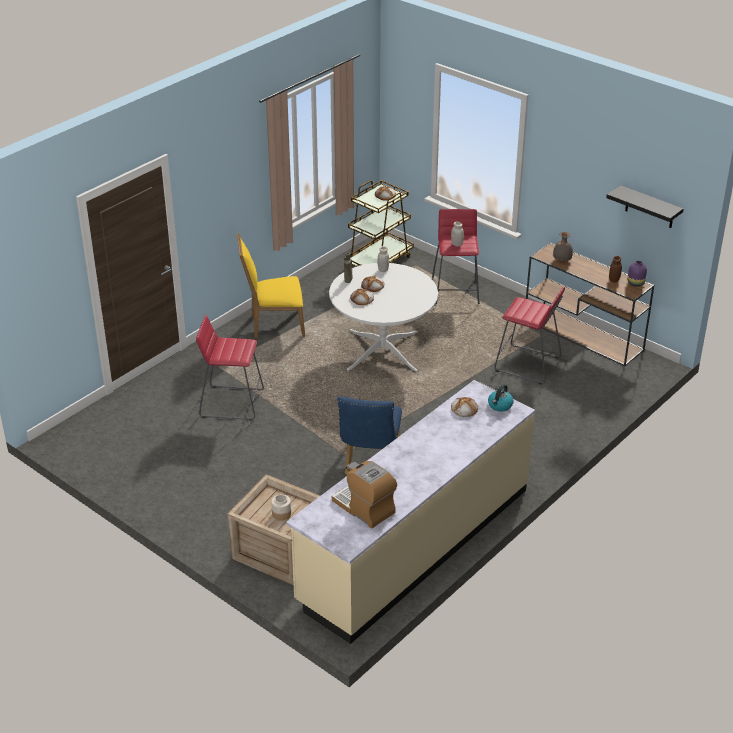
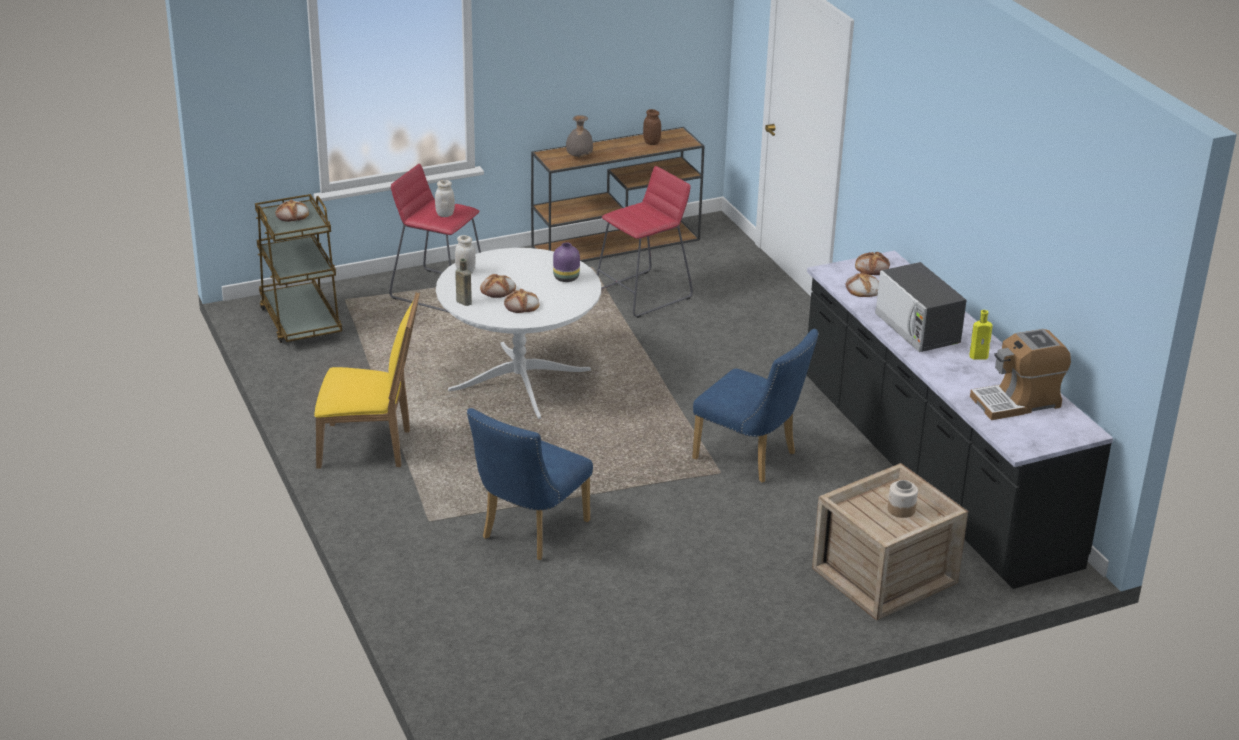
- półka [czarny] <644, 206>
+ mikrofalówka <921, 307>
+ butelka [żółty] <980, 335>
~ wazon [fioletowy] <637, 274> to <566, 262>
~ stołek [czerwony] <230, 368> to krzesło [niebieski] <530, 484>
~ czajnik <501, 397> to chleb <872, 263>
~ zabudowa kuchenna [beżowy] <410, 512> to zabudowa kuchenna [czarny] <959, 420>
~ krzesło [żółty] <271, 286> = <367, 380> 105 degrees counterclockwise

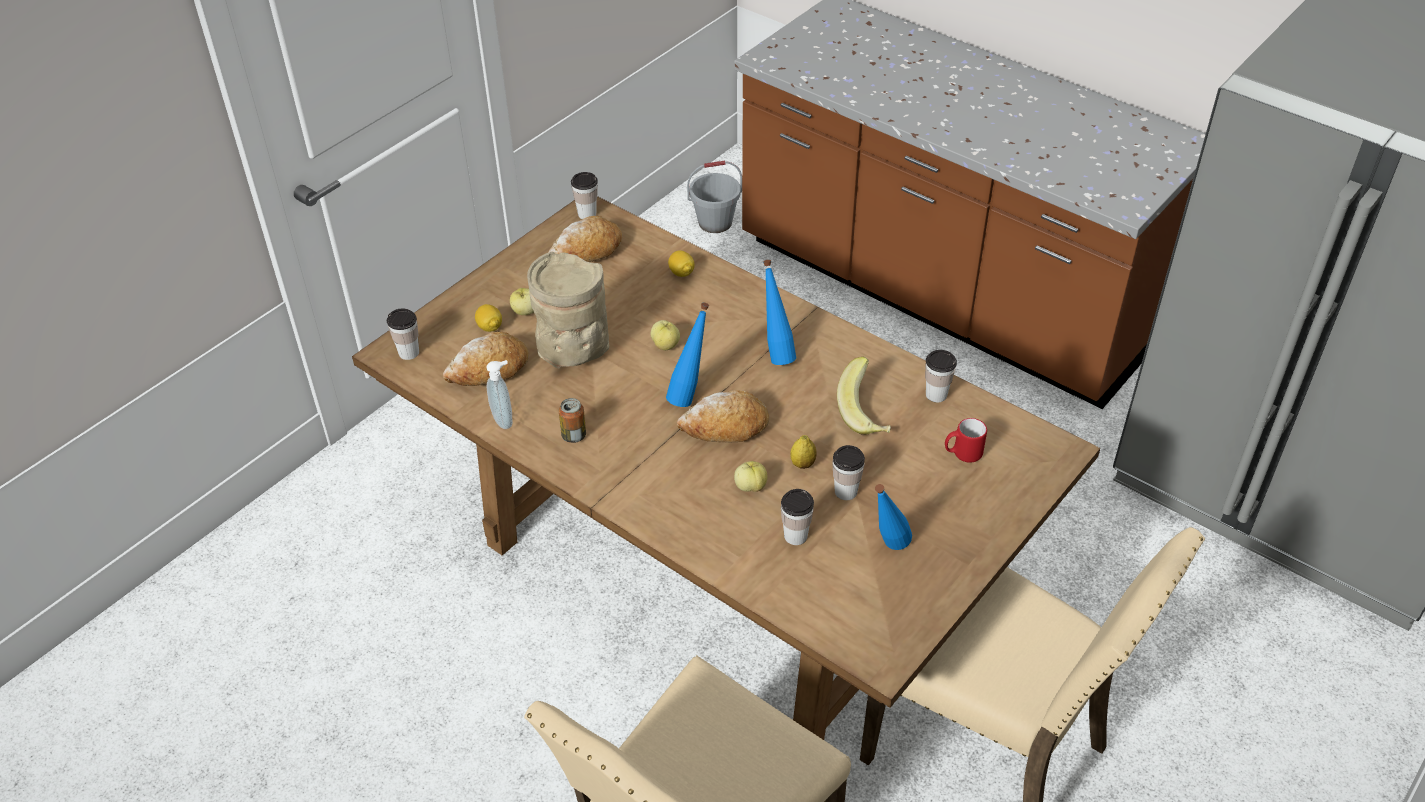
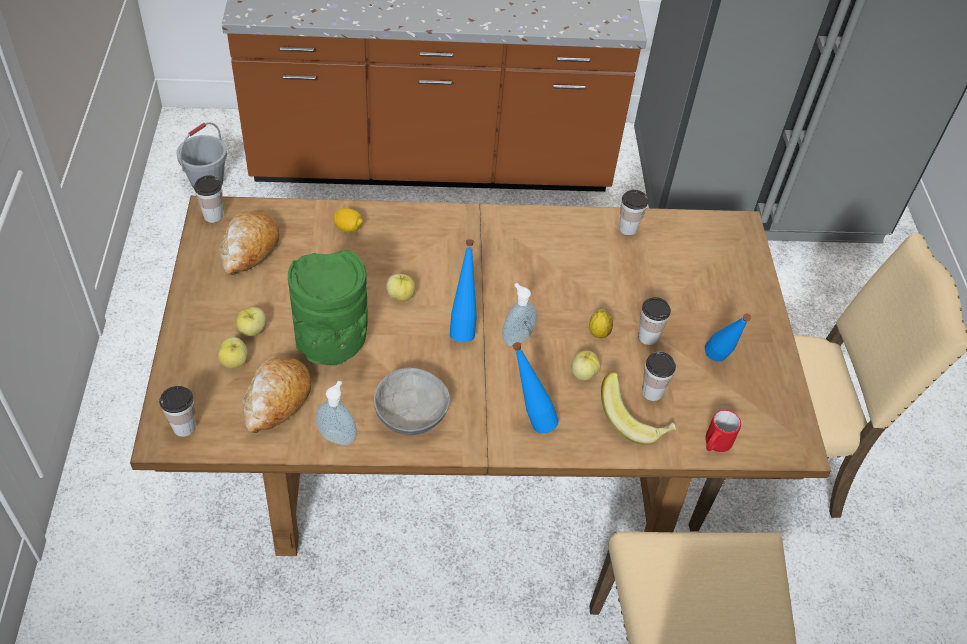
~ butelka [niebieski] <779, 312> to <536, 387>
~ banan <864, 396> to <638, 408>
~ kubek [czerwony] <966, 440> to <723, 431>
~ cytryna <488, 318> to jabłko <233, 353>
~ puszka <572, 420> to miska [szary] <412, 401>
~ chleb <723, 416> to dozownik mydła <519, 314>
~ wazon [beżowy] <568, 310> to wazon [zielony] <328, 307>

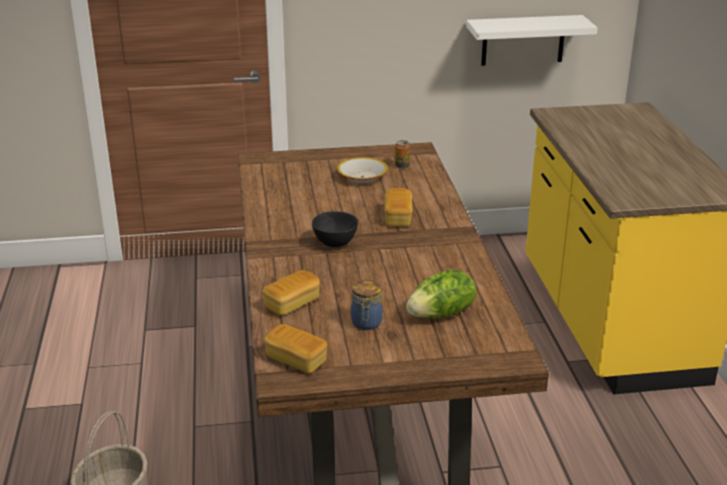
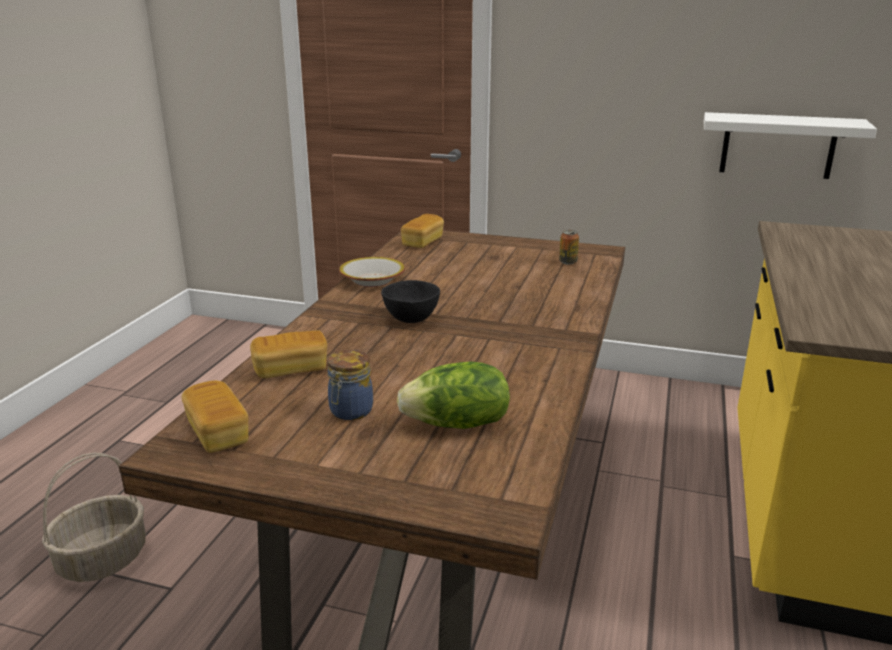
~ miska <362, 170> to <372, 272>
~ chleb <398, 207> to <422, 231>

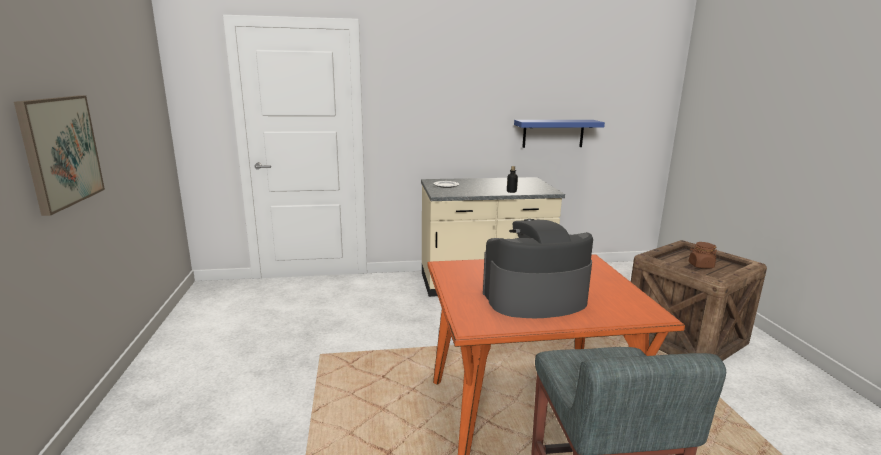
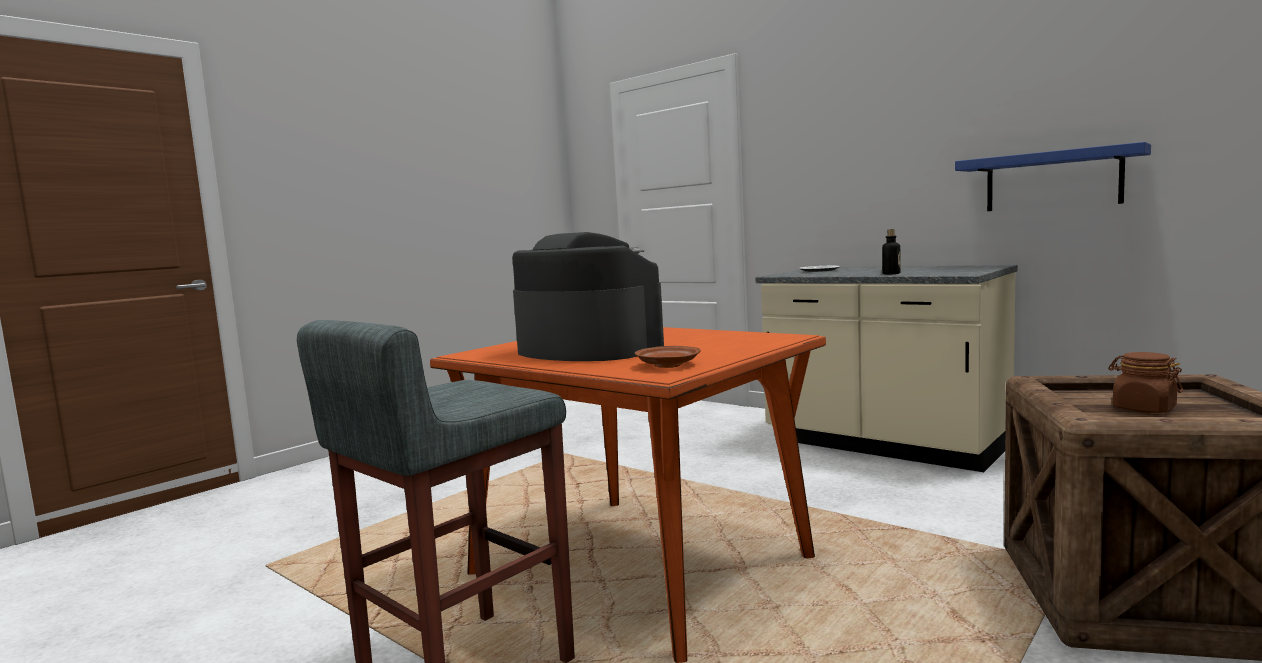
- obraz <59, 155>
+ talerz [brązowy] <668, 357>

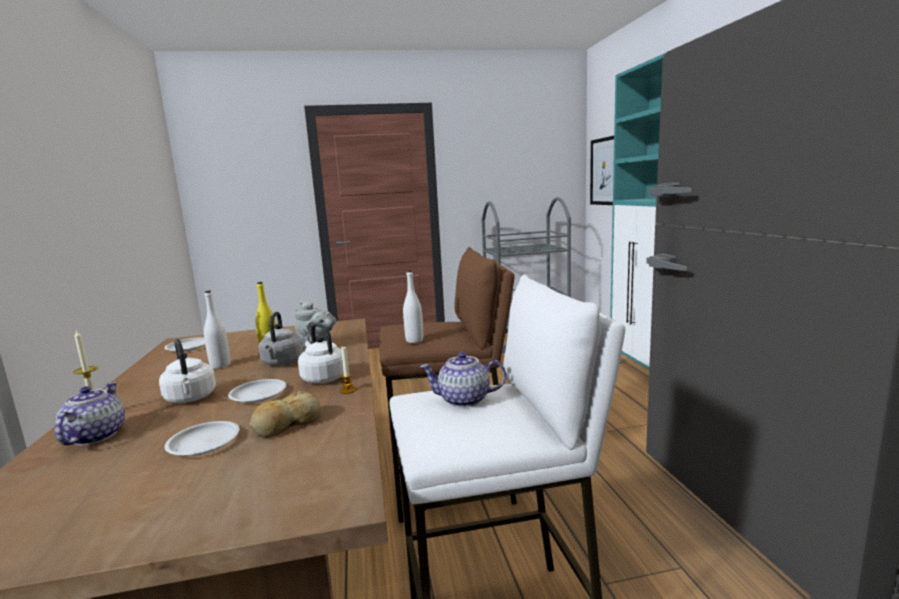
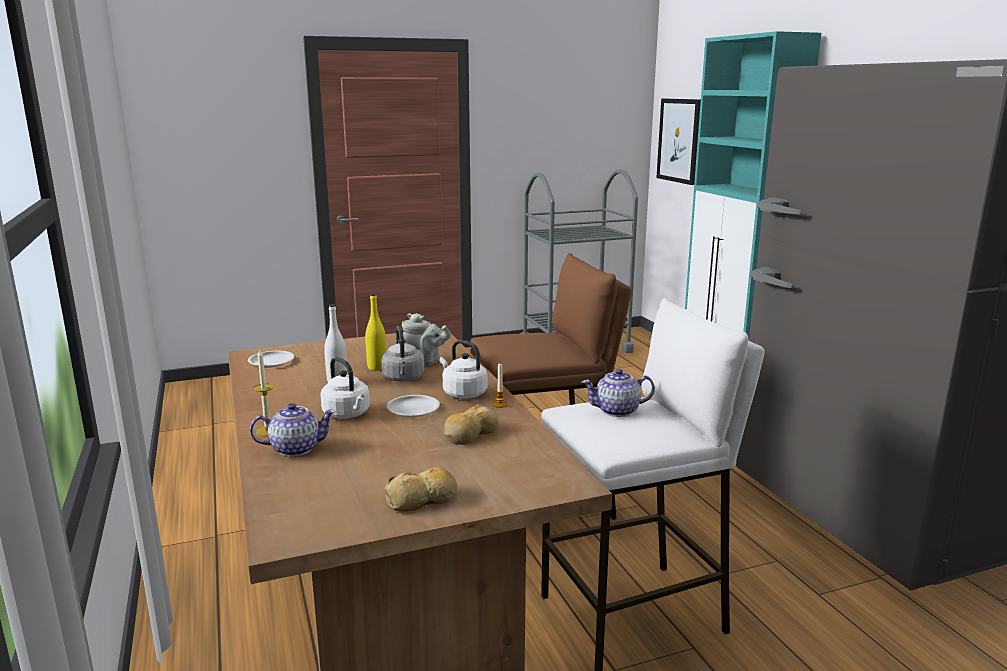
- talerz [biały] <202, 438>
- butelka [biały] <413, 306>
+ chleb <421, 489>
~ imbryk <90, 413> = <293, 429> 90 degrees clockwise

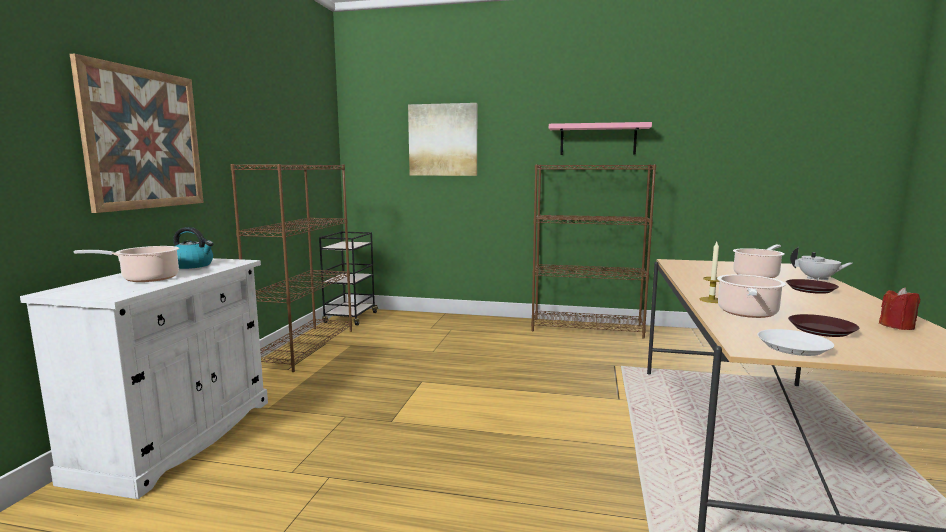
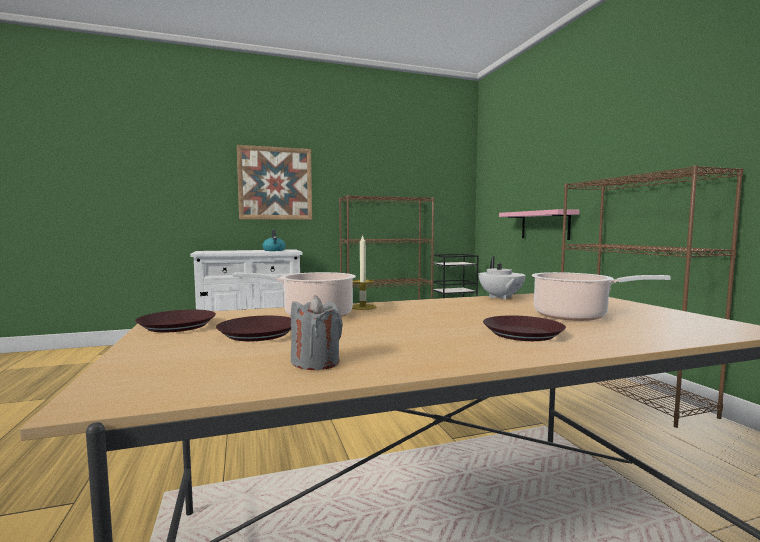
- garnek <126, 264>
- obraz <442, 139>
~ półka [różowy] <600, 138> to <539, 224>
~ imbryk [biały] <821, 264> to <502, 278>
~ talerz [biały] <795, 342> to talerz [brązowy] <175, 321>
~ świeca [czerwony] <899, 308> to świeca [szary] <317, 332>

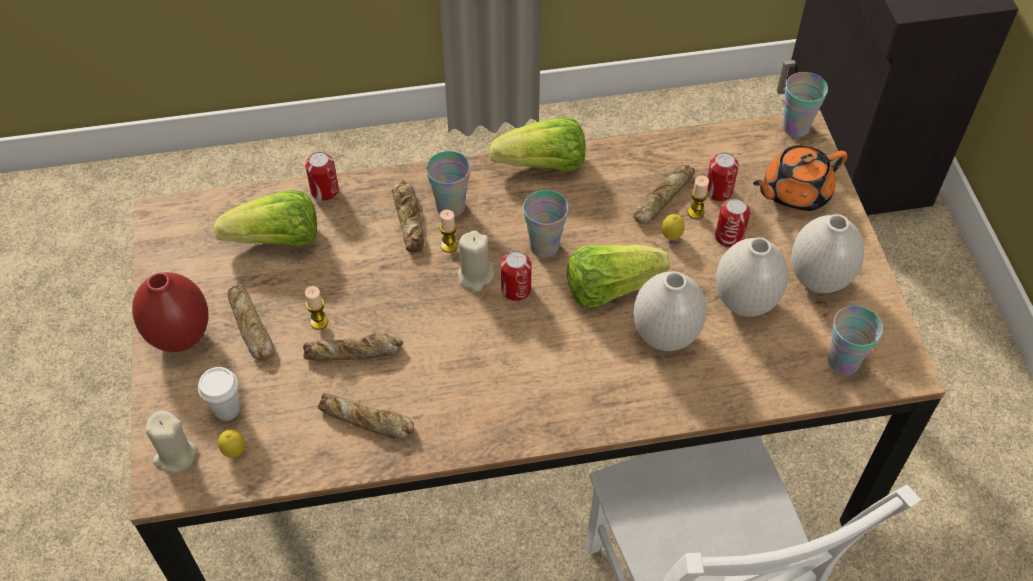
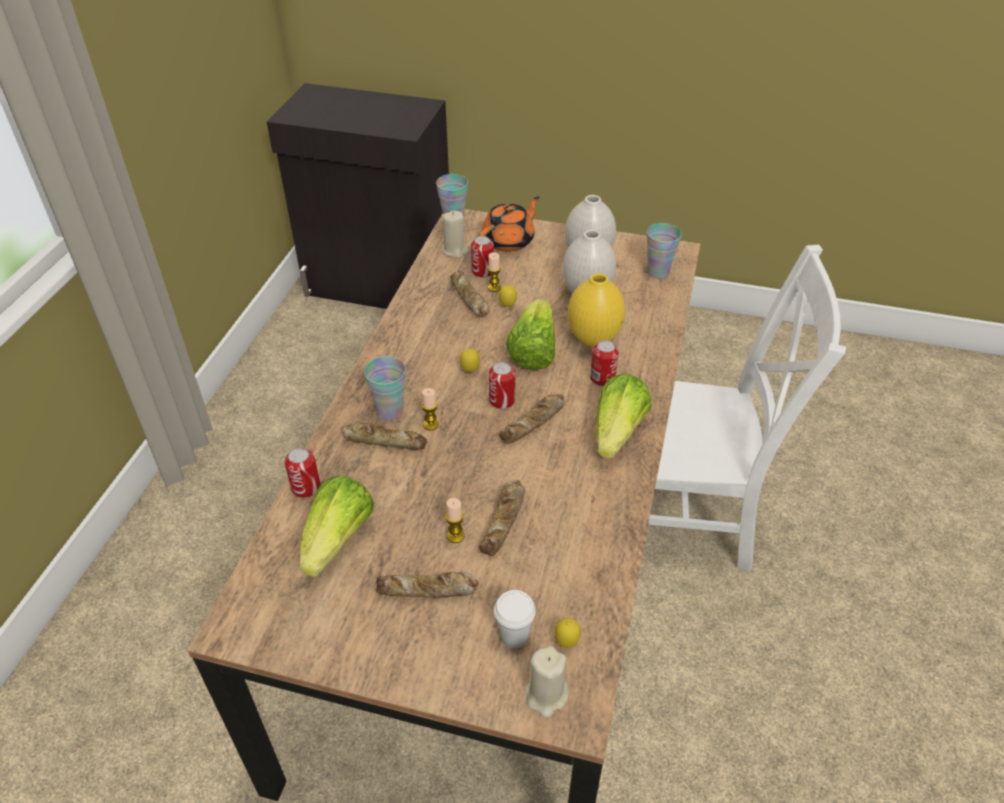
- wazon [czerwony] <170, 312>
~ chleb <366, 416> to <532, 418>
~ świeca [beżowy] <476, 261> to <455, 234>
~ sałata <537, 144> to <623, 416>
~ puszka <732, 223> to <604, 363>
~ filiżanka <545, 223> to cytryna <470, 360>
~ wazon [biały] <670, 311> to wazon [żółty] <596, 310>
~ imbryk [pomarańczowy] <800, 178> = <509, 224> 135 degrees counterclockwise

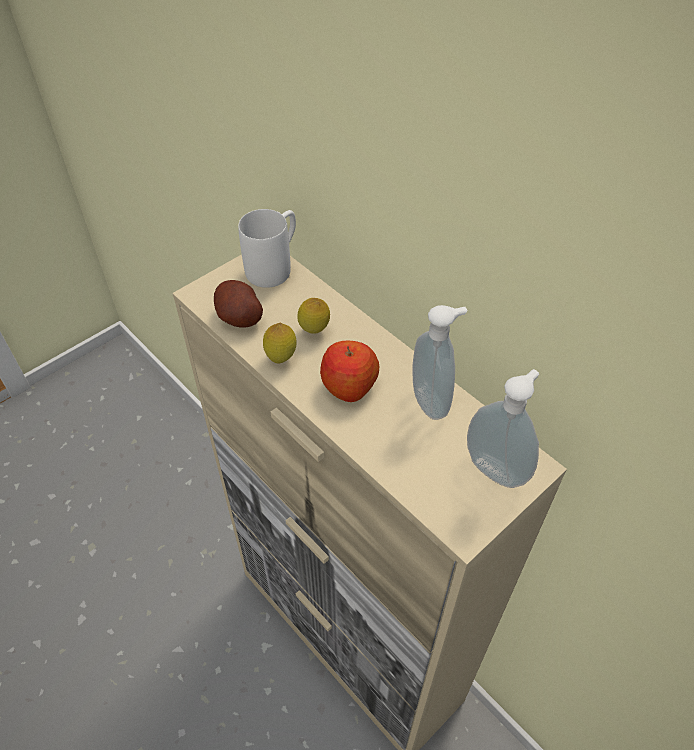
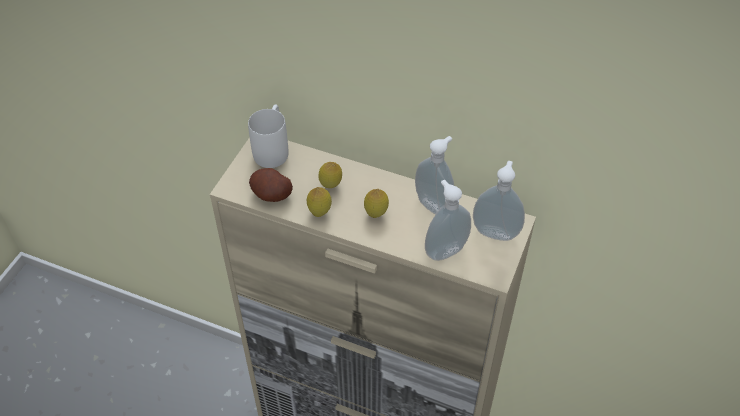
+ dozownik mydła <448, 220>
~ jabłko <349, 371> to cytryna <376, 203>

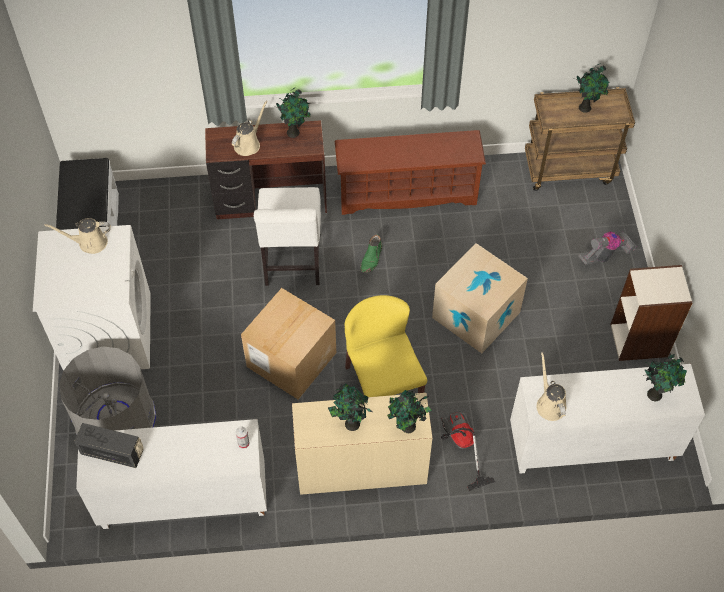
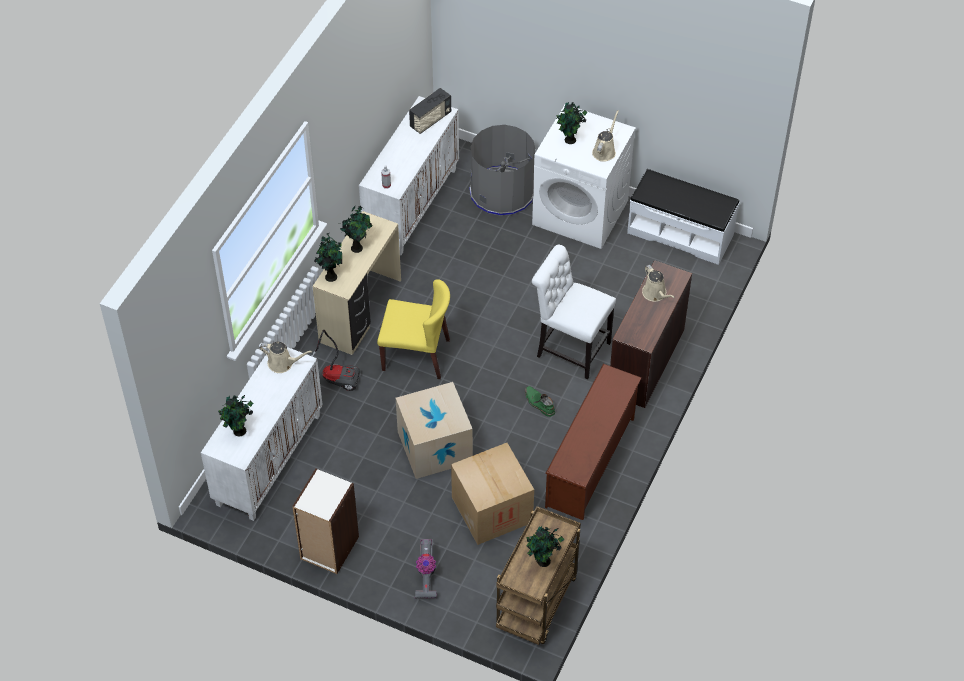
~ karton <288, 344> to <492, 494>
~ roślina doniczkowa <292, 112> to <571, 123>

